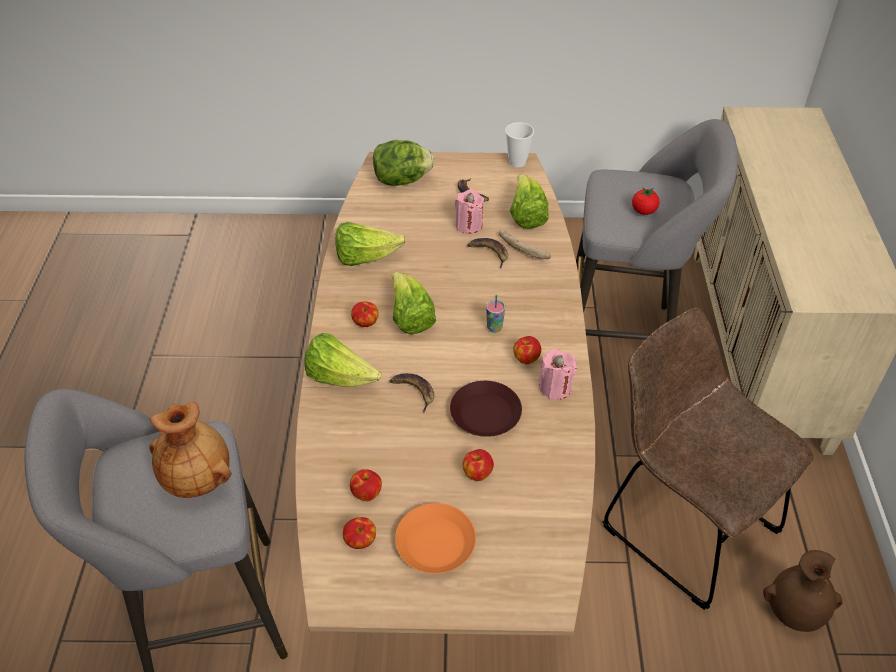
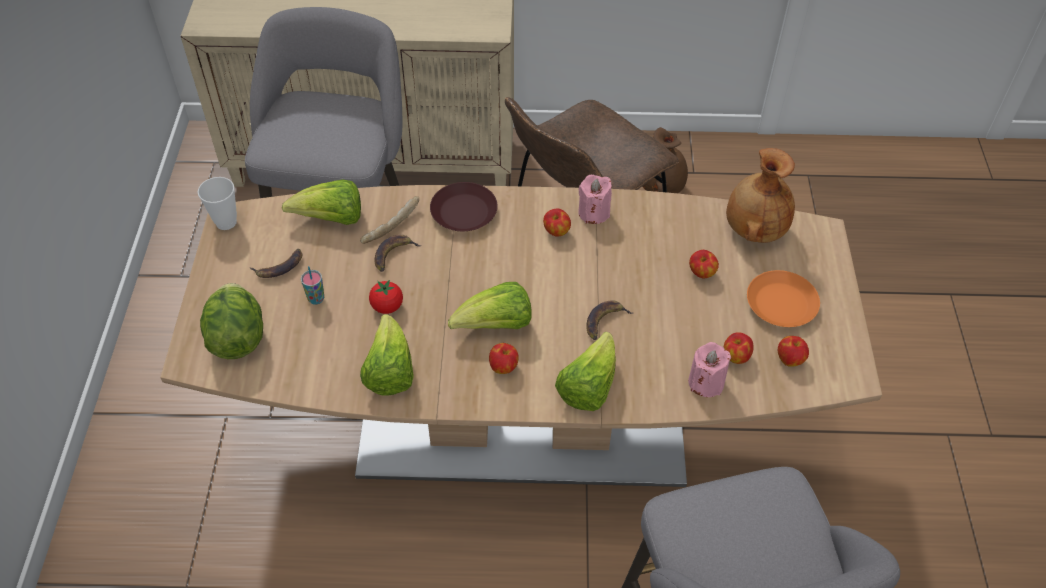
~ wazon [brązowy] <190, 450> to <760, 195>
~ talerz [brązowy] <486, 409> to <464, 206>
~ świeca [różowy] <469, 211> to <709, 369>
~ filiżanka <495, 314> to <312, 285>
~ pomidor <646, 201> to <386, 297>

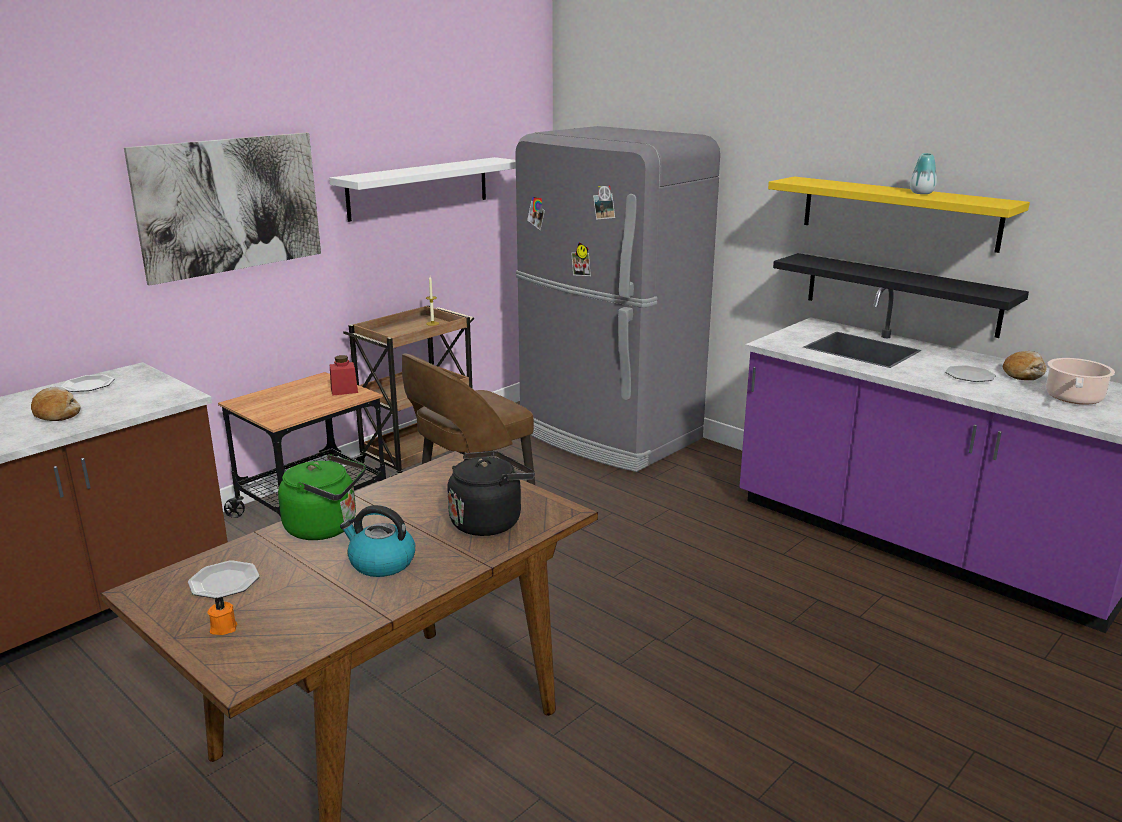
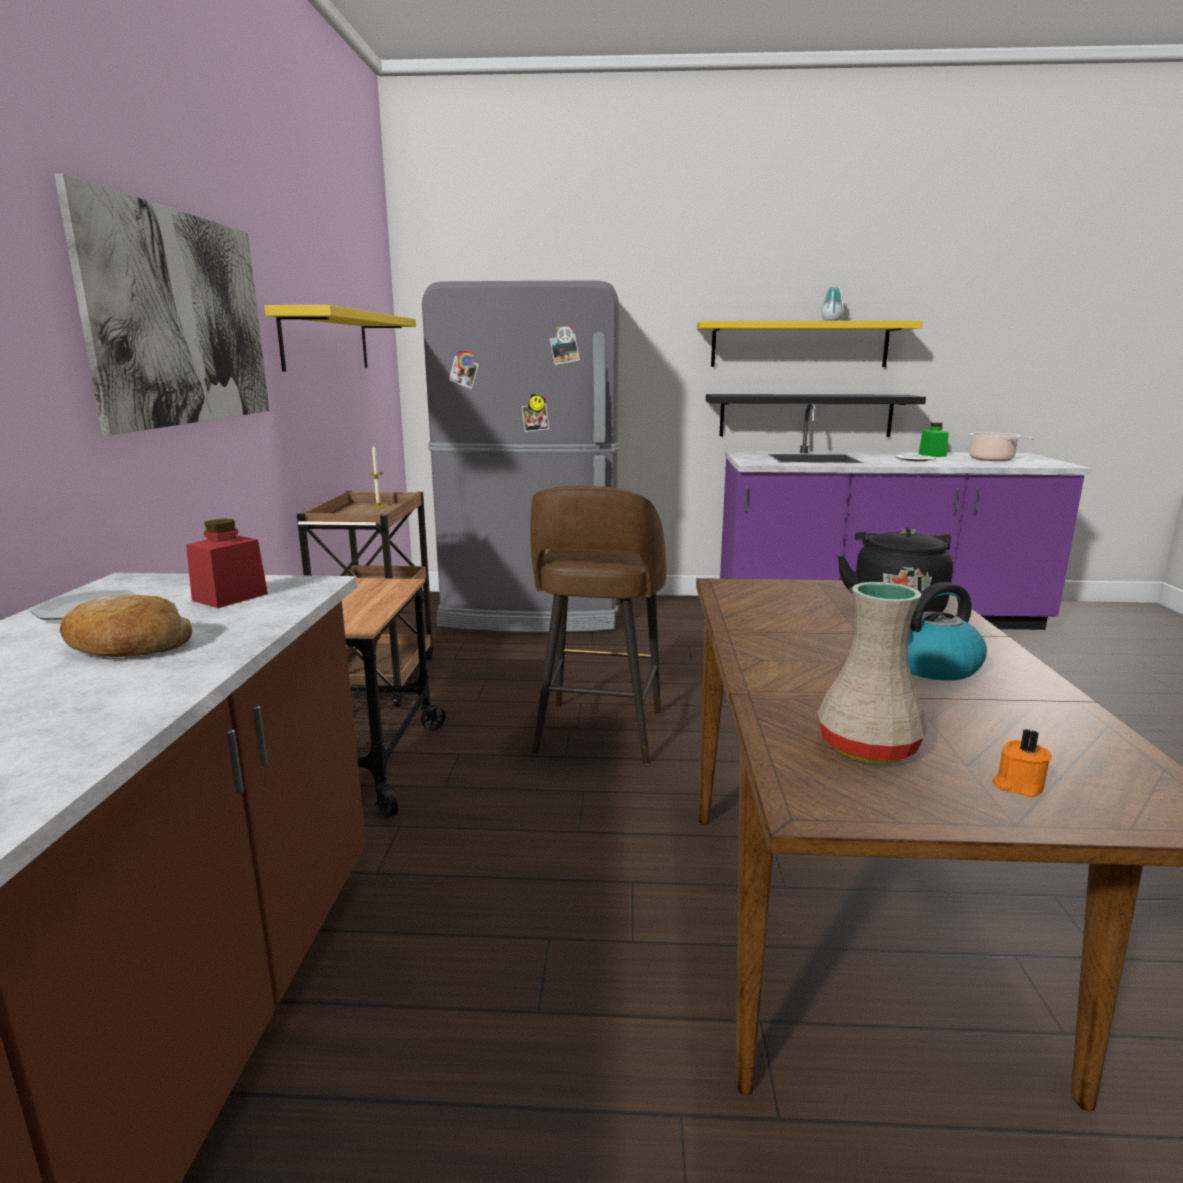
- czajnik [zielony] <322, 497>
~ słoik [czerwony] <344, 375> to <227, 563>
~ talerz <224, 579> to wazon [beżowy] <872, 673>
~ chleb <1025, 365> to słoik [zielony] <934, 439>
~ półka [biały] <422, 189> to półka [żółty] <340, 338>

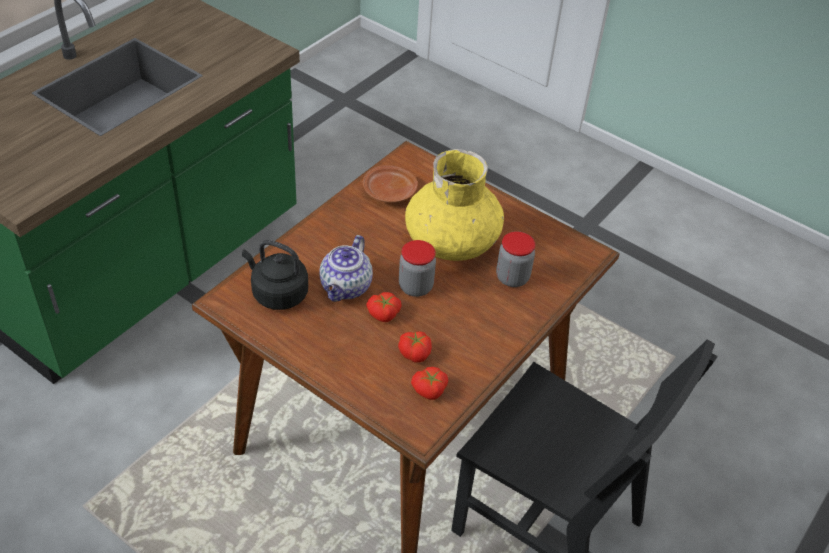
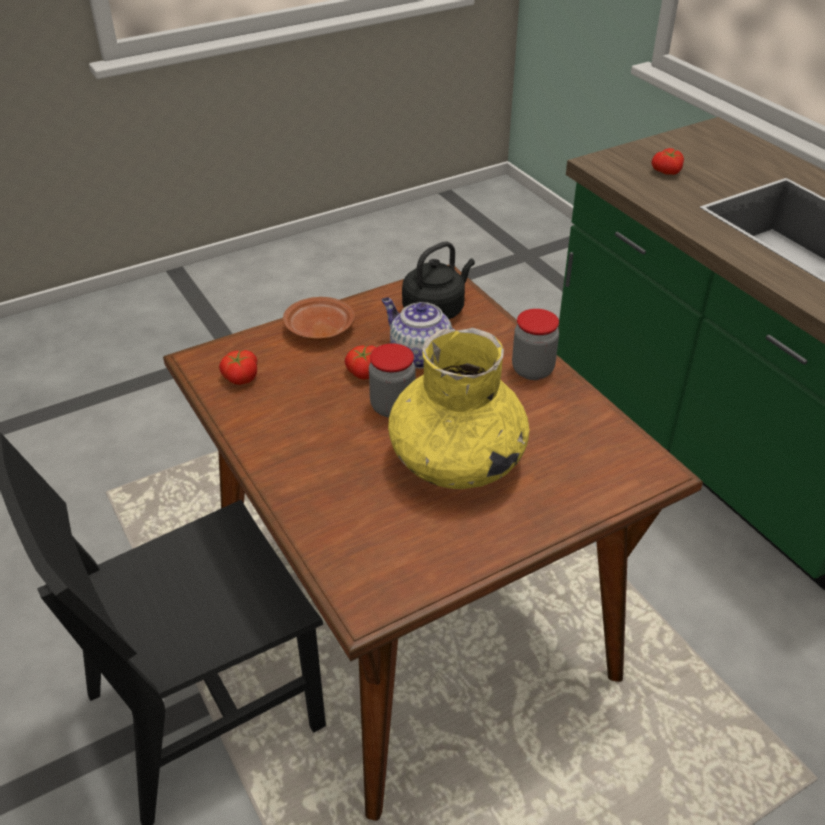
~ talerz [brązowy] <390, 184> to <319, 319>
~ pomidor <415, 347> to <668, 161>
~ słoik <516, 259> to <535, 344>

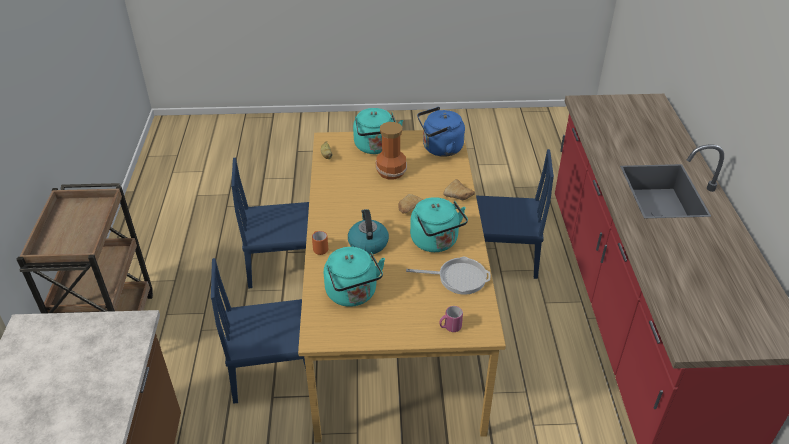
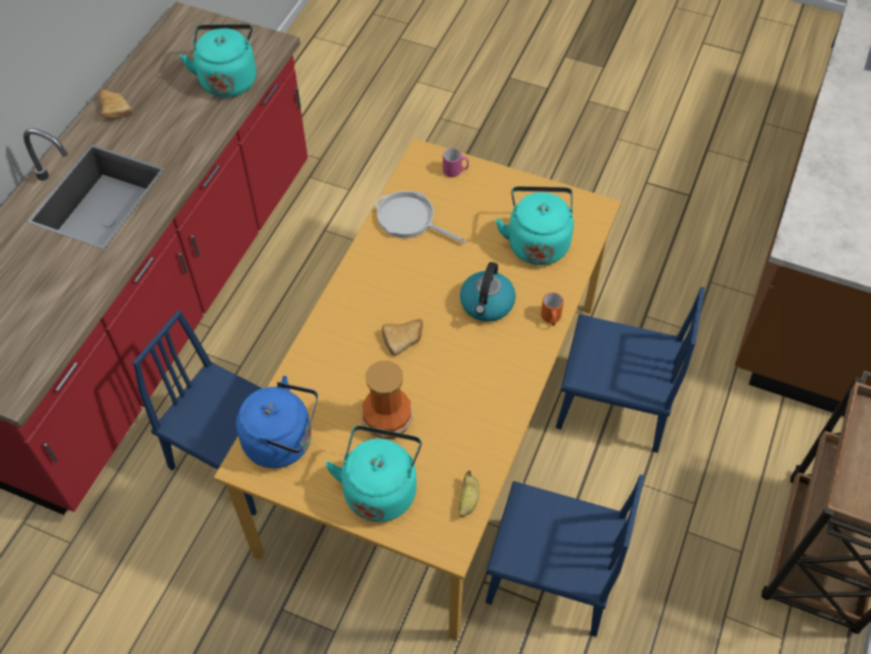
~ czajnik [turkusowy] <439, 224> to <218, 60>
~ chleb <459, 189> to <115, 104>

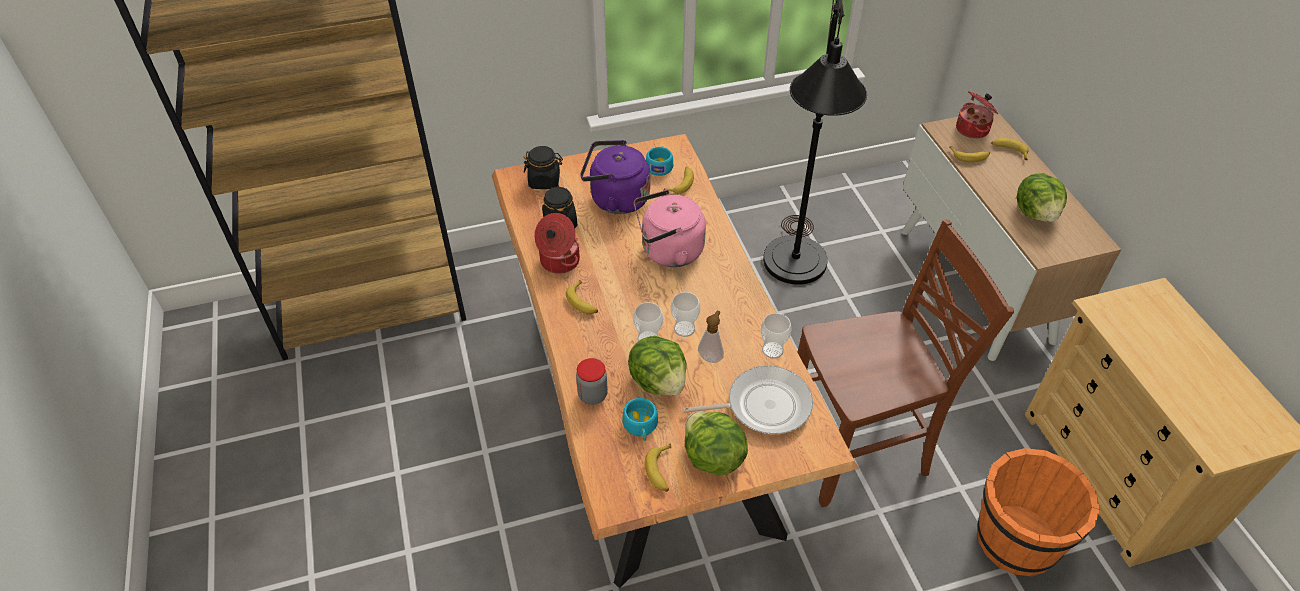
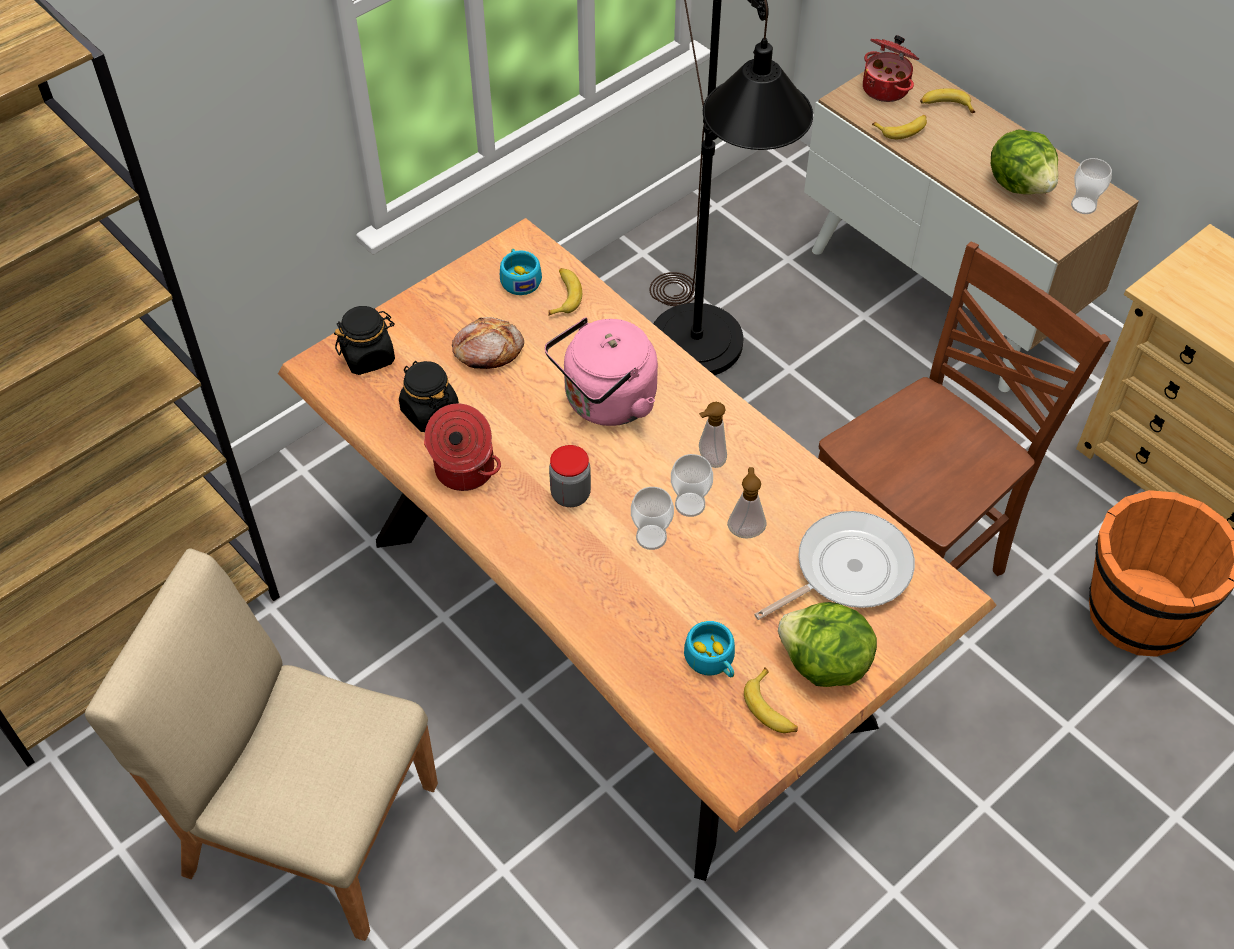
- banan <582, 297>
- sałata <657, 366>
+ krzesło [beżowy] <261, 744>
+ dozownik mydła <713, 435>
~ słoik <592, 381> to <570, 476>
~ filiżanka <776, 336> to <1091, 186>
~ czajnik [fioletowy] <615, 177> to chleb <488, 343>

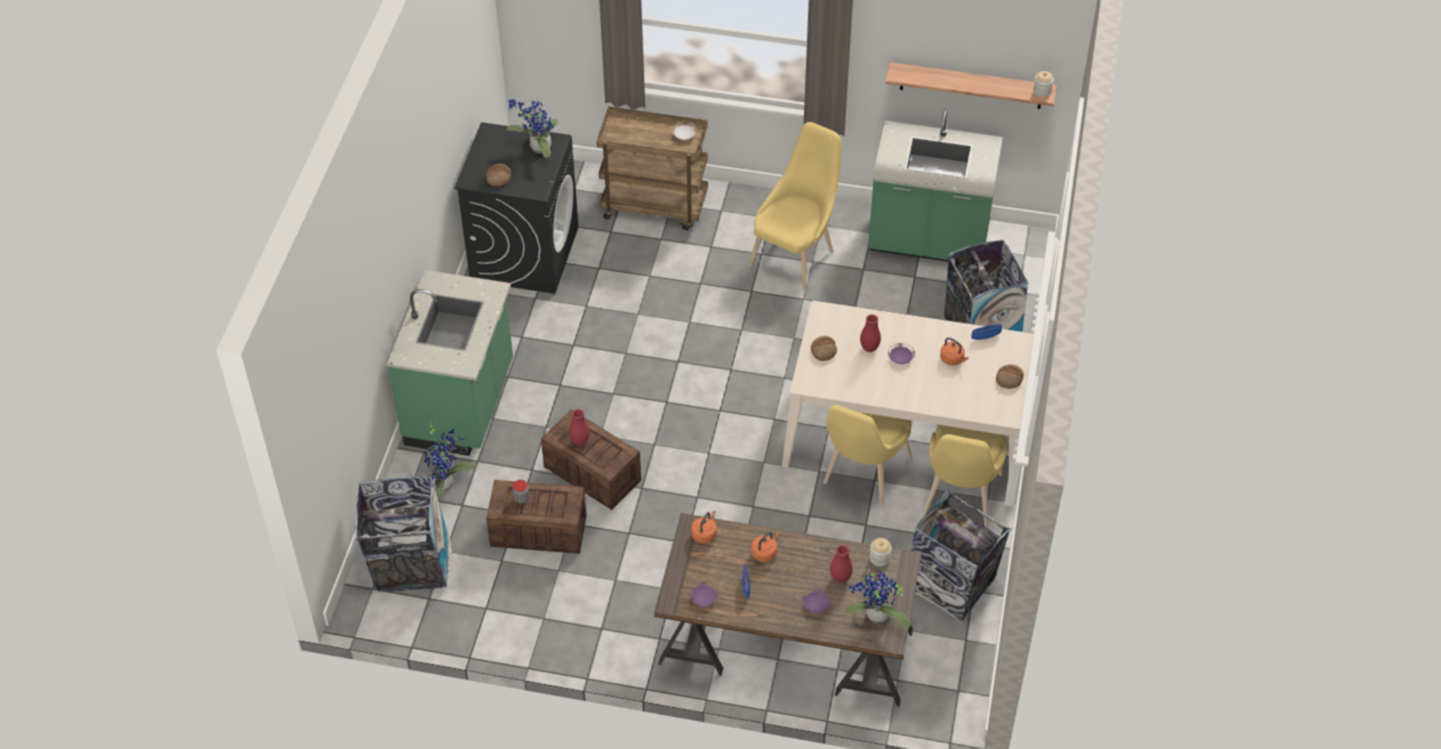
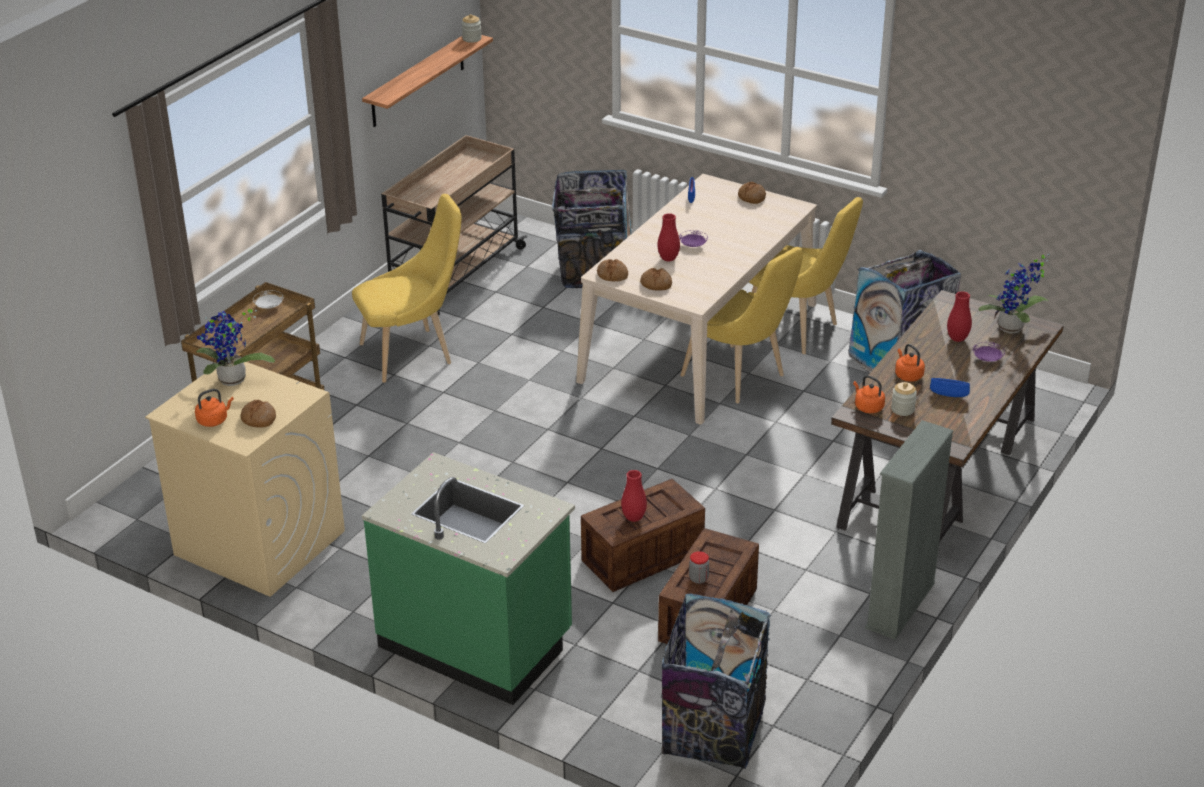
- roślina doniczkowa <449, 458>
- talerz [fioletowy] <704, 593>
+ chleb <612, 270>
+ regał [szary] <909, 530>
~ słoik <880, 552> to <904, 399>
~ czajnik [pomarańczowy] <954, 351> to <214, 408>
~ zabudowa kuchenna [zielony] <935, 185> to wózek [beżowy] <454, 225>
~ pralka [czarny] <516, 208> to pralka [beżowy] <245, 479>
~ krzesło [żółty] <795, 206> = <406, 288> 105 degrees clockwise

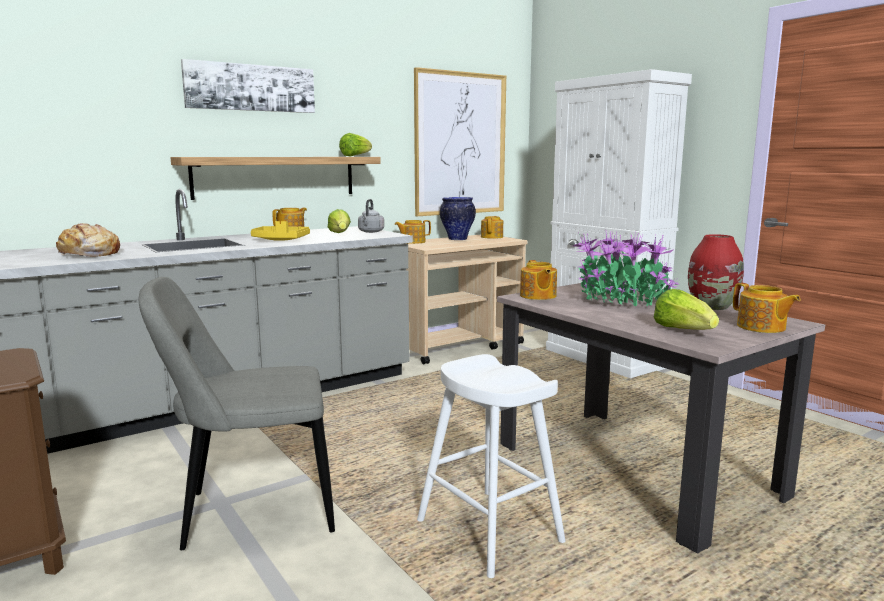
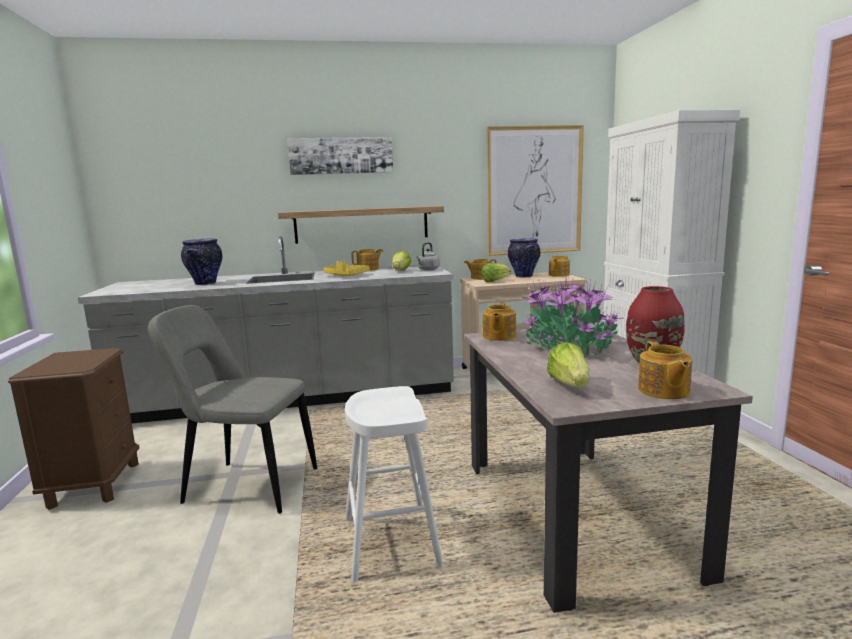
~ sałata <355, 144> to <496, 272>
~ chleb <88, 240> to wazon <201, 262>

